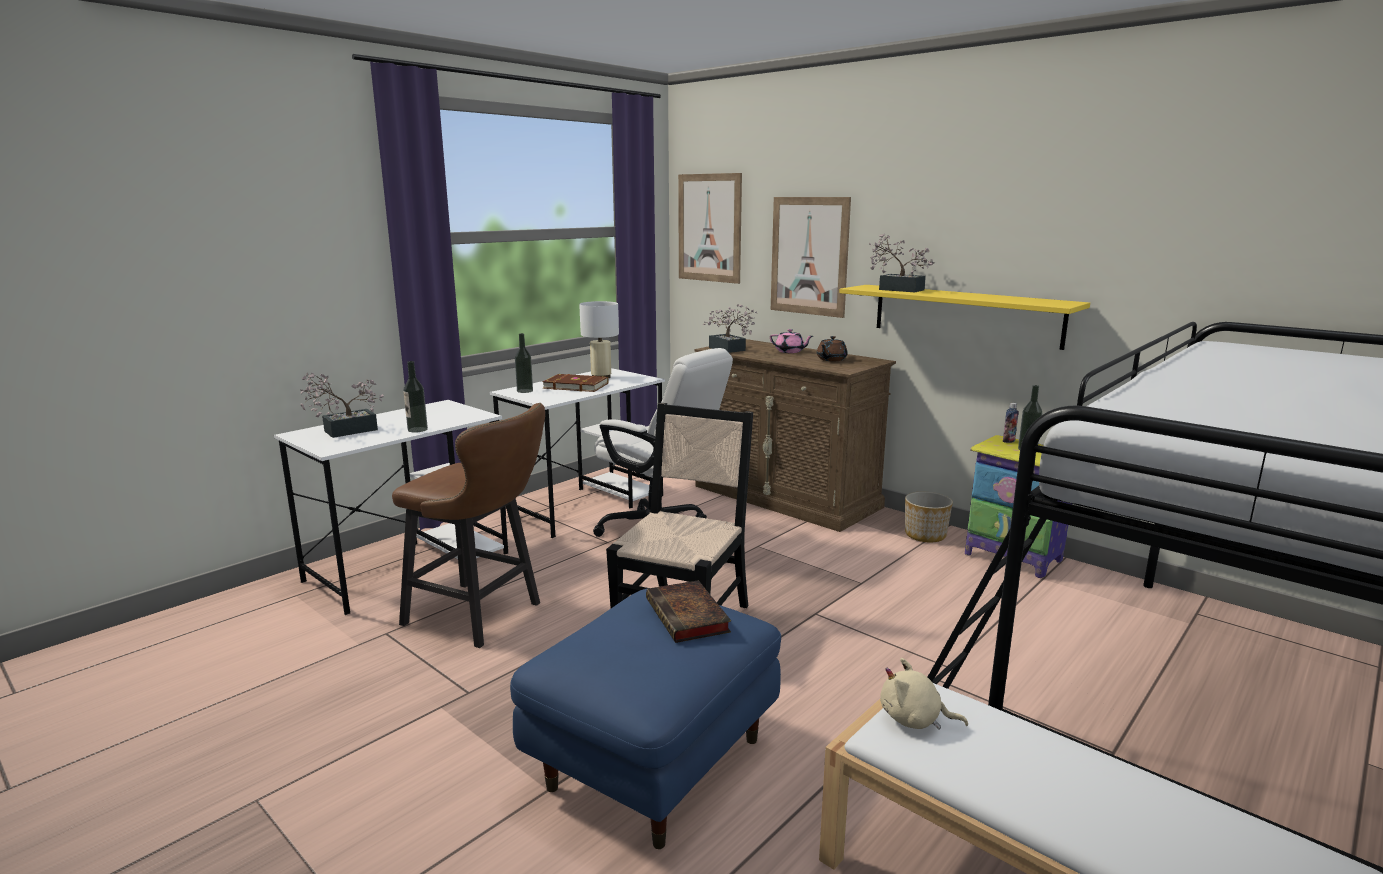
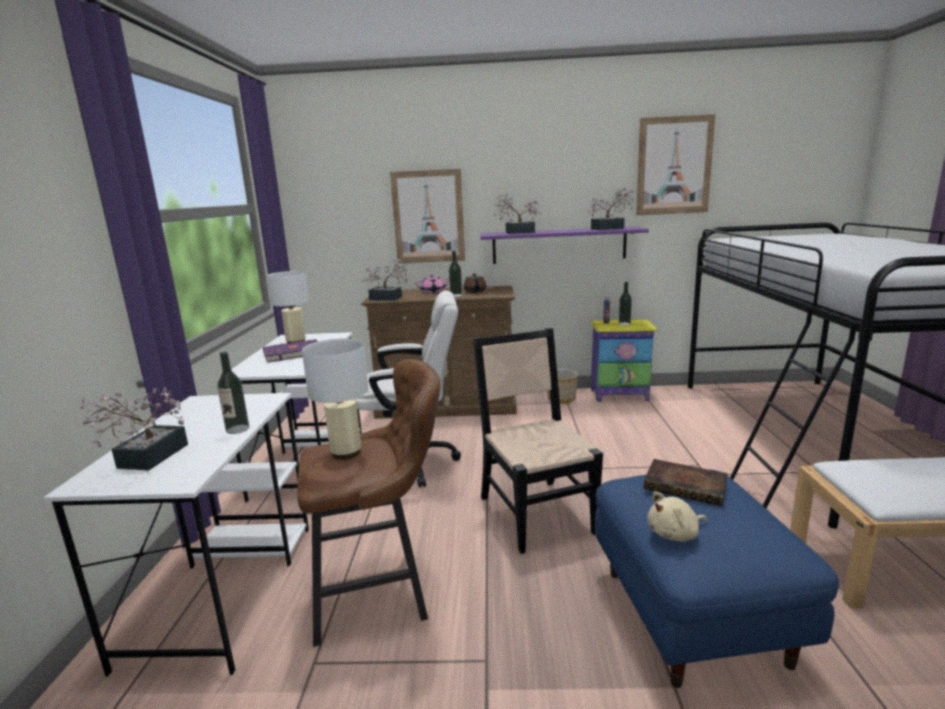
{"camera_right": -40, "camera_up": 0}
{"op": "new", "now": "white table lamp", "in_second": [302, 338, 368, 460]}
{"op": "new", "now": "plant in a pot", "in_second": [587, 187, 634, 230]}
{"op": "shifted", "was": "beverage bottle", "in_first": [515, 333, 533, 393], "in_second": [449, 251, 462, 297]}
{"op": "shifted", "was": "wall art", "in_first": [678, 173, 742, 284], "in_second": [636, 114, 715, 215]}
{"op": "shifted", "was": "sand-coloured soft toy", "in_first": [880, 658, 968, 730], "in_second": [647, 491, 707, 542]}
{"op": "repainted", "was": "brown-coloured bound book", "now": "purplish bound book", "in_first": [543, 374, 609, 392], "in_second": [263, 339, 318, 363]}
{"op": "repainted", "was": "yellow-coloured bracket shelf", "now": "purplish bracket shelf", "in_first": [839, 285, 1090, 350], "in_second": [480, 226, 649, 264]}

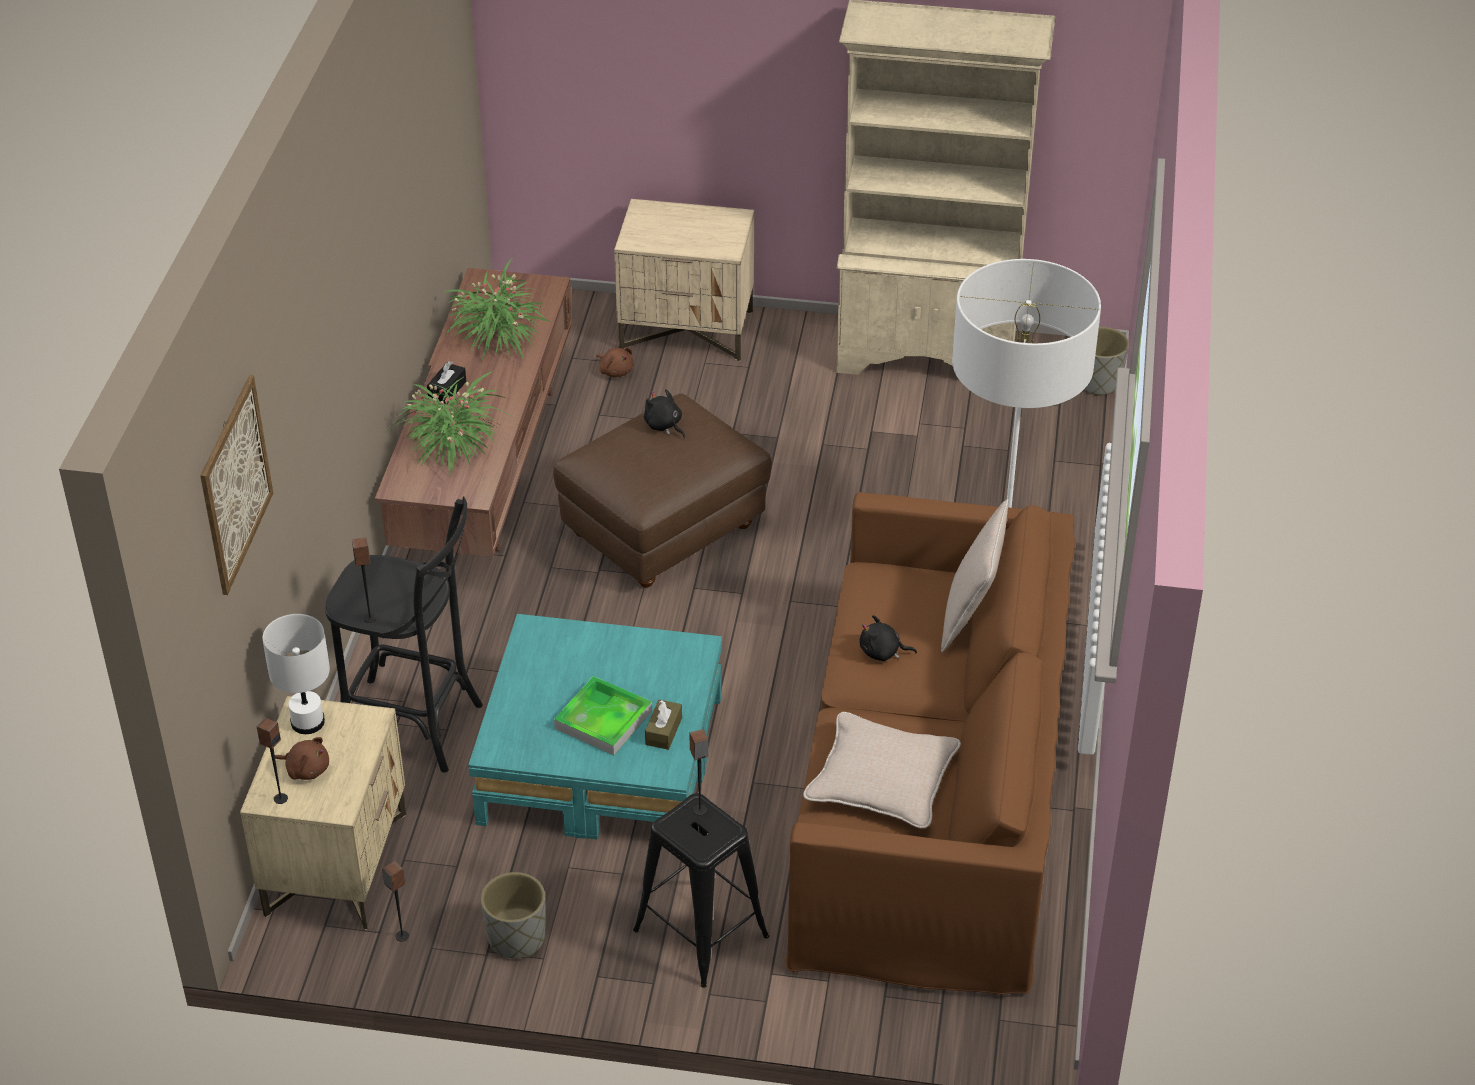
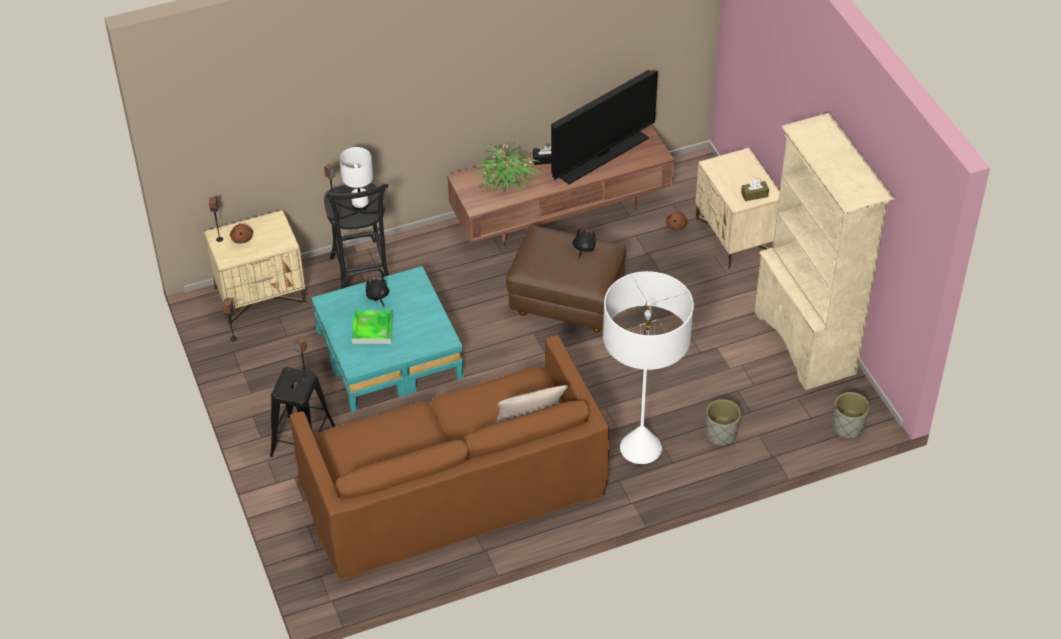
{"camera_right": 60, "camera_up": 5}
{"op": "gone", "was": "wall art", "in_first": [200, 375, 273, 595]}
{"op": "gone", "was": "sand-coloured throw pillow", "in_first": [803, 712, 961, 828]}
{"op": "shifted", "was": "white table lamp", "in_first": [263, 614, 330, 734], "in_second": [340, 147, 373, 210]}
{"op": "shifted", "was": "greyish plant pot", "in_first": [481, 872, 545, 959], "in_second": [706, 399, 741, 446]}
{"op": "shifted", "was": "brown-coloured box of tissues", "in_first": [645, 700, 682, 750], "in_second": [741, 179, 769, 201]}
{"op": "shifted", "was": "black-coloured soft toy", "in_first": [860, 615, 917, 661], "in_second": [366, 275, 389, 308]}
{"op": "swapped", "was": "plant in a pot", "now": "TV", "in_first": [443, 259, 551, 361], "in_second": [551, 70, 658, 184]}

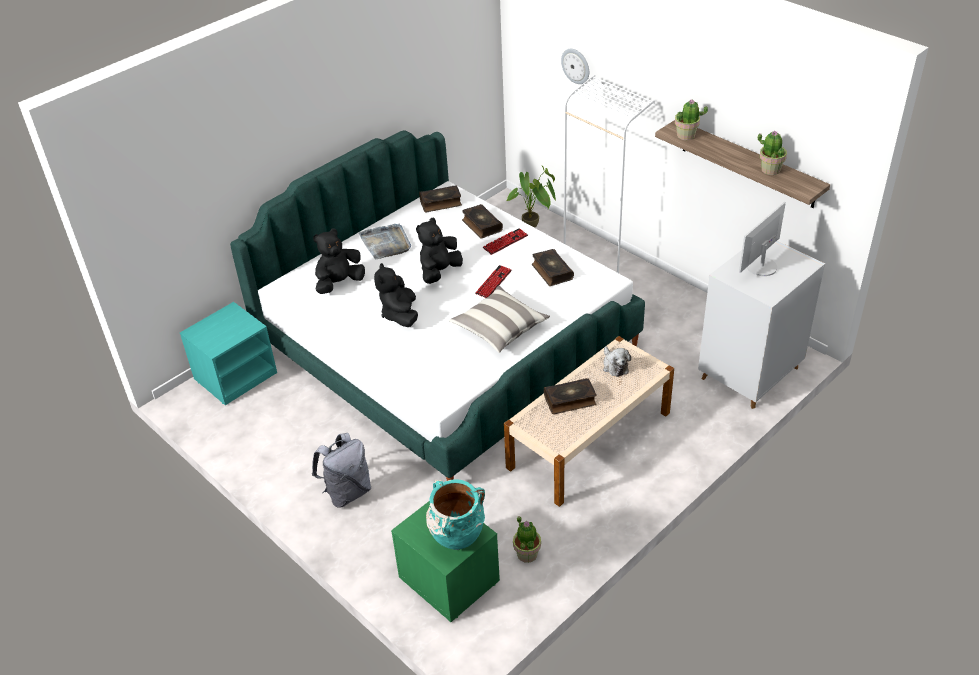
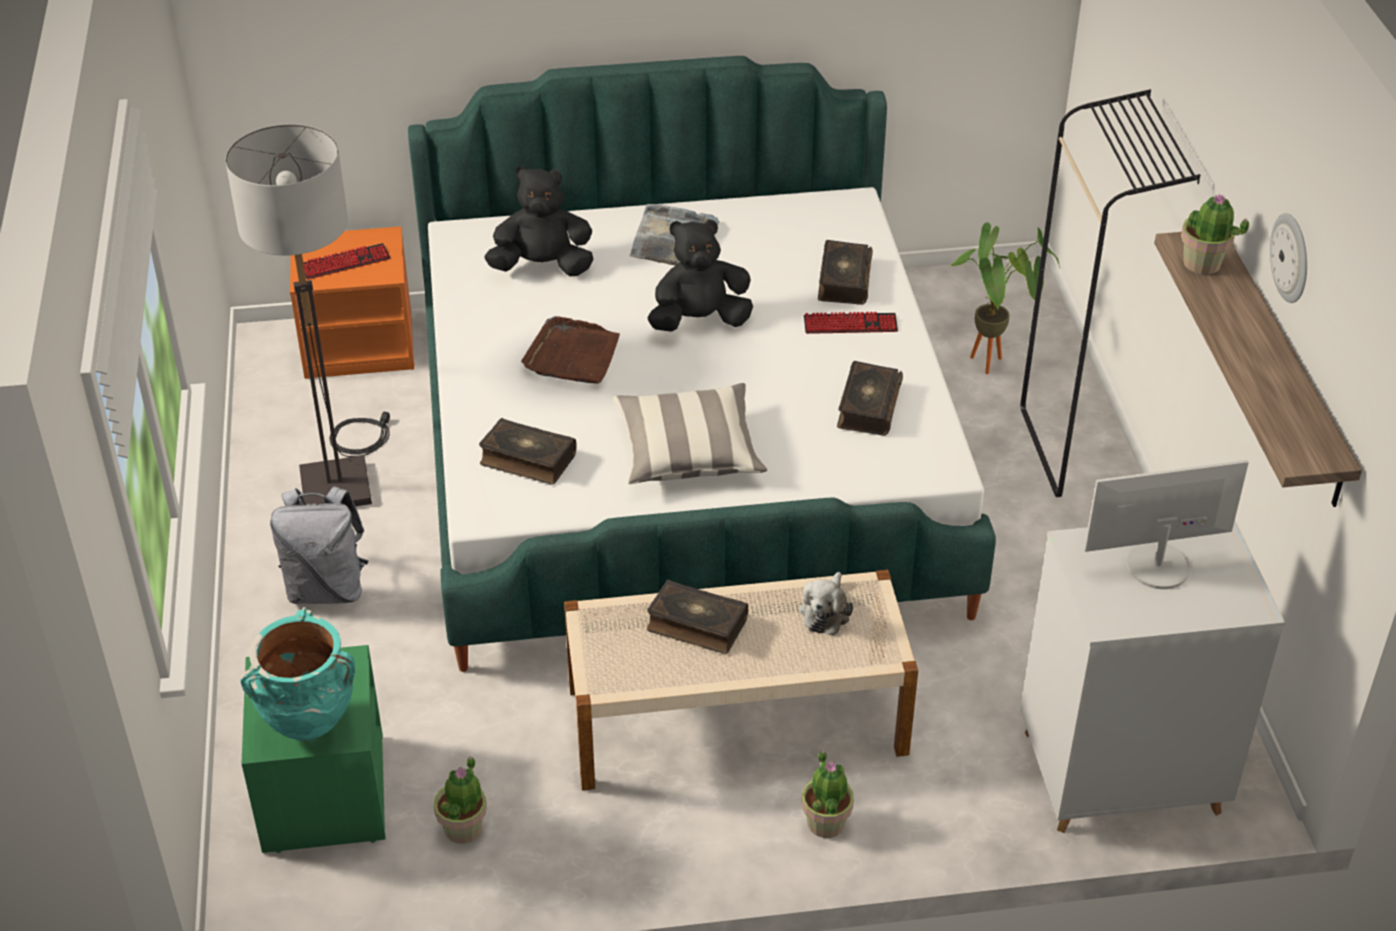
{"camera_right": 35, "camera_up": 0}
{"op": "new", "now": "standard lamp", "in_second": [225, 124, 390, 506]}
{"op": "shifted", "was": "bound book", "in_first": [419, 185, 462, 212], "in_second": [479, 418, 577, 485]}
{"op": "shifted", "was": "keyboard", "in_first": [475, 265, 512, 298], "in_second": [303, 243, 390, 280]}
{"op": "shifted", "was": "clock on the wall", "in_first": [561, 49, 589, 84], "in_second": [1270, 213, 1307, 303]}
{"op": "shifted", "was": "plant in a pot", "in_first": [758, 130, 787, 175], "in_second": [802, 750, 854, 838]}
{"op": "swapped", "was": "black-coloured soft toy", "now": "brown-coloured tray", "in_first": [374, 263, 418, 327], "in_second": [521, 316, 620, 384]}
{"op": "repainted", "was": "turquoise bedside table", "now": "orange-coloured bedside table", "in_first": [180, 302, 277, 406], "in_second": [290, 226, 415, 379]}
{"op": "repainted", "was": "white garment stand", "now": "black-coloured garment stand", "in_first": [564, 75, 655, 273], "in_second": [1021, 89, 1200, 497]}

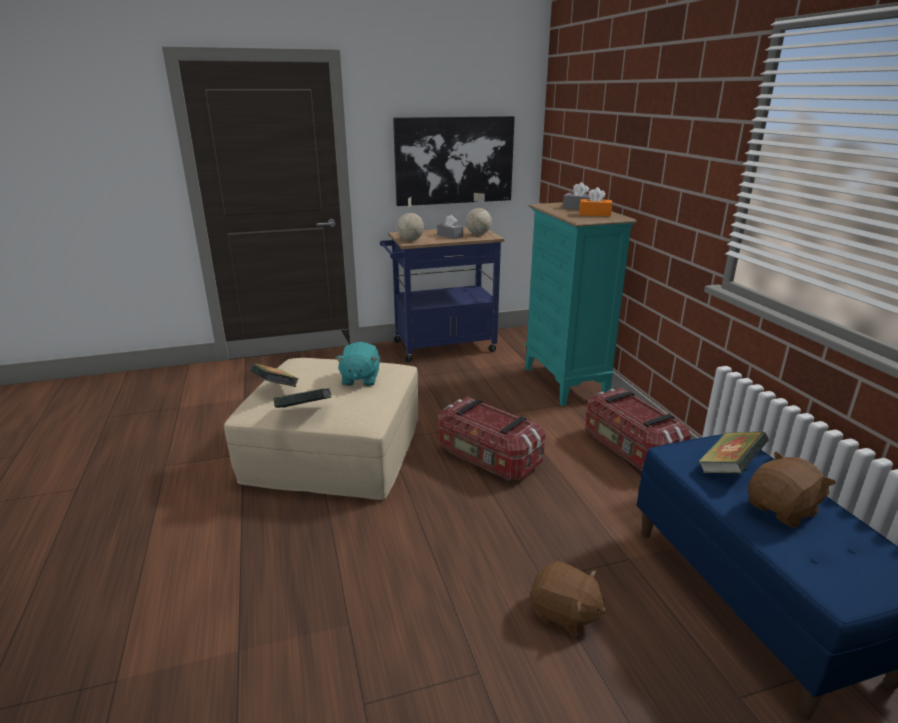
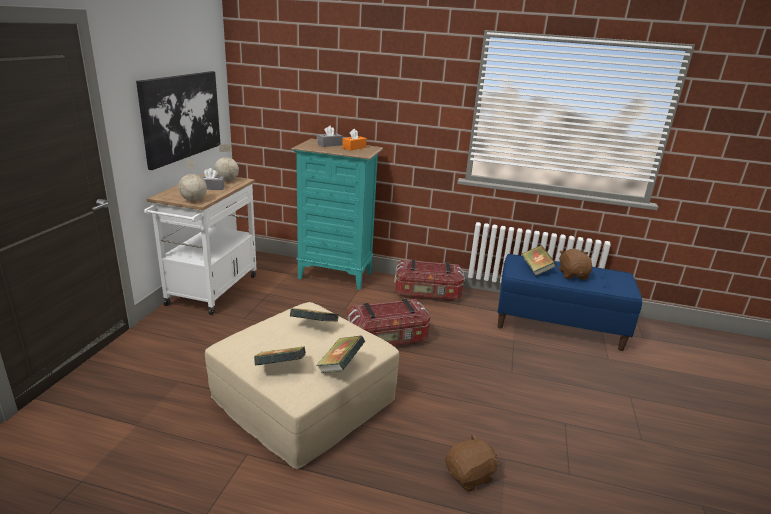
{"camera_right": -60, "camera_up": 0}
{"op": "shifted", "was": "brown-coloured soft toy", "in_first": [531, 561, 606, 636], "in_second": [445, 434, 499, 492]}
{"op": "swapped", "was": "turquoise soft toy", "now": "bound book", "in_first": [335, 342, 380, 386], "in_second": [290, 308, 339, 321]}
{"op": "repainted", "was": "blue cart", "now": "white cart", "in_first": [380, 227, 504, 362], "in_second": [144, 174, 256, 315]}

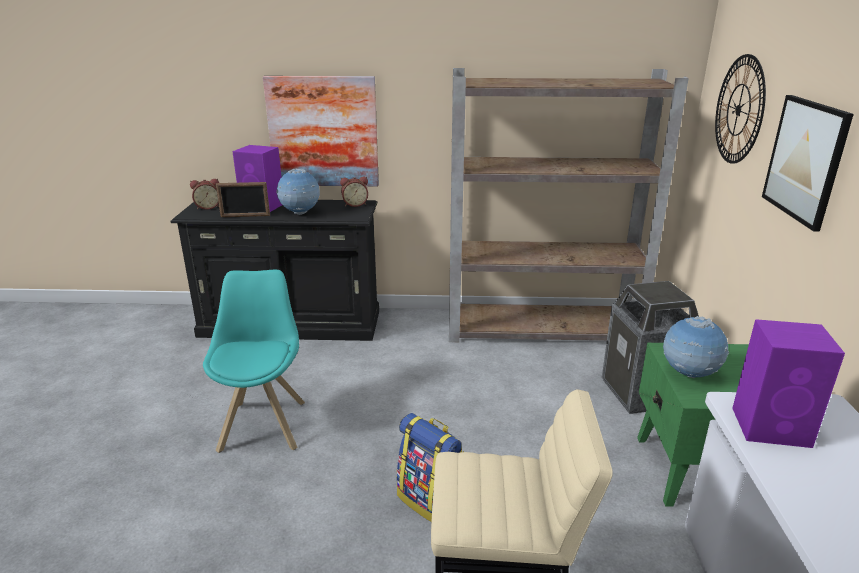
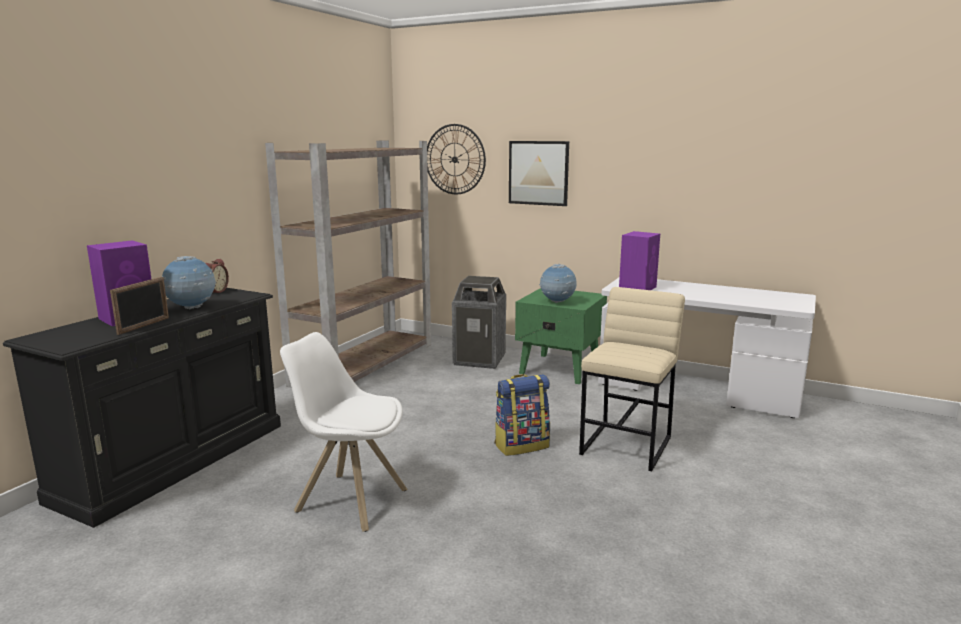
{"camera_right": -65, "camera_up": -10}
{"op": "gone", "was": "table clock", "in_first": [190, 179, 219, 210]}
{"op": "gone", "was": "wall art", "in_first": [263, 76, 379, 186]}
{"op": "repainted", "was": "turquoise chair", "now": "white chair", "in_first": [203, 270, 305, 453], "in_second": [280, 332, 408, 532]}

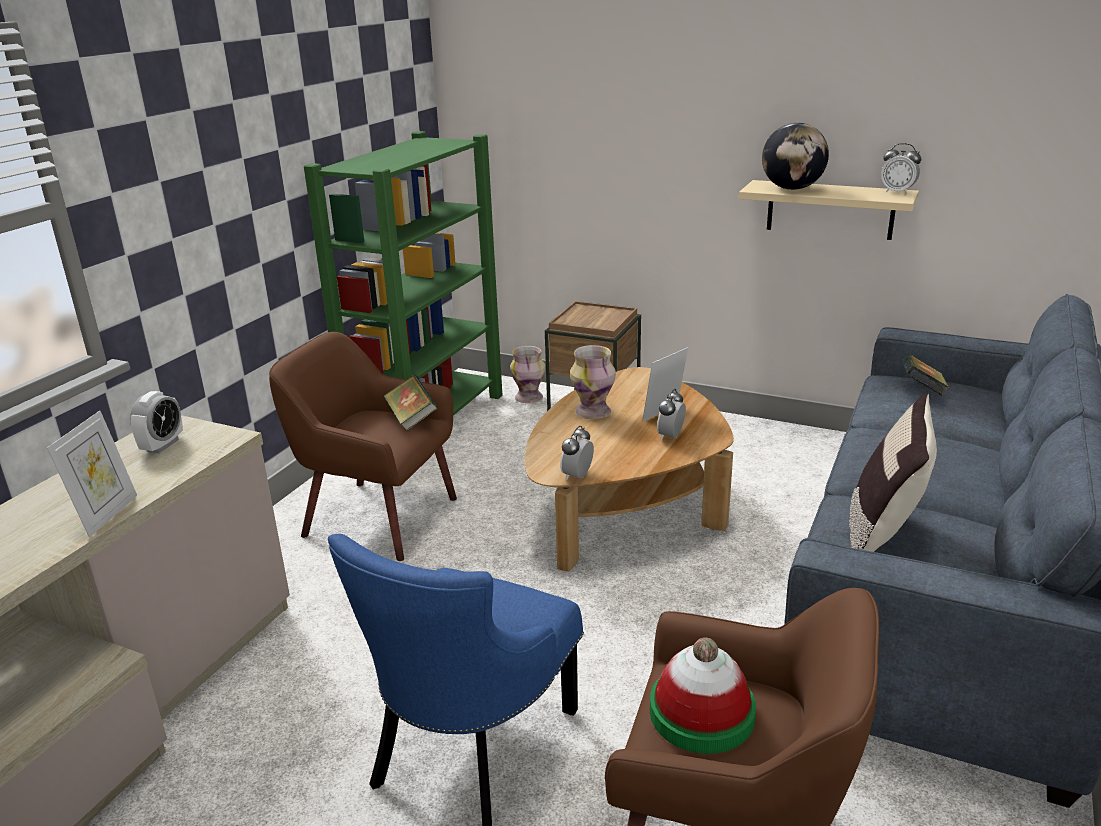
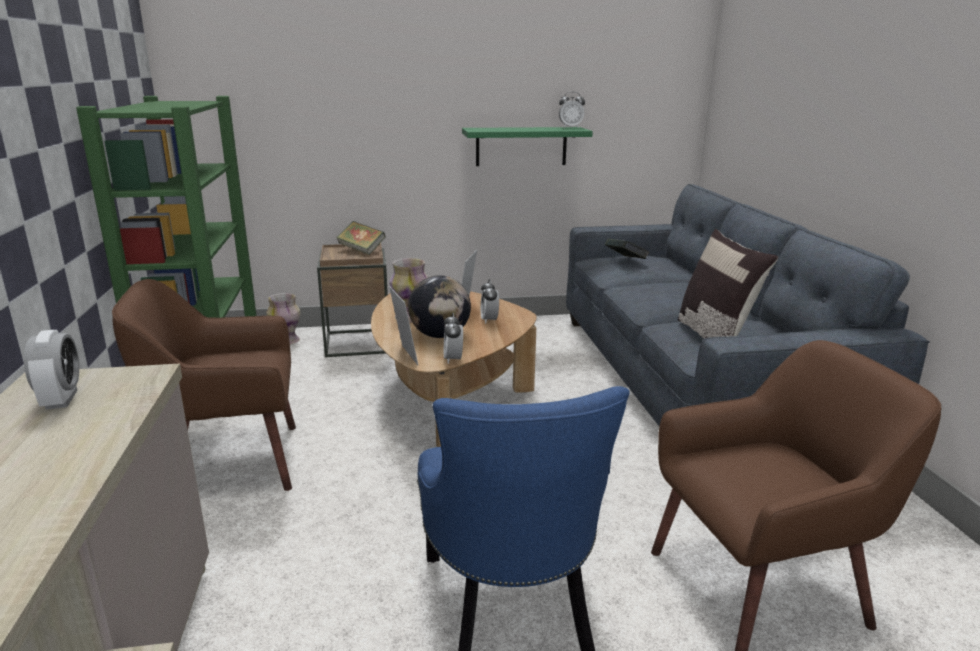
{"camera_right": -35, "camera_up": -5}
{"op": "gone", "was": "wearable hat", "in_first": [650, 637, 756, 754]}
{"op": "shifted", "was": "picture frame", "in_first": [47, 411, 137, 538], "in_second": [389, 286, 418, 365]}
{"op": "shifted", "was": "bound book", "in_first": [384, 375, 438, 431], "in_second": [337, 221, 386, 255]}
{"op": "shifted", "was": "globe", "in_first": [762, 123, 829, 190], "in_second": [408, 275, 471, 338]}
{"op": "repainted", "was": "sand-coloured bracket shelf", "now": "greenish bracket shelf", "in_first": [739, 180, 919, 240], "in_second": [462, 127, 593, 166]}

